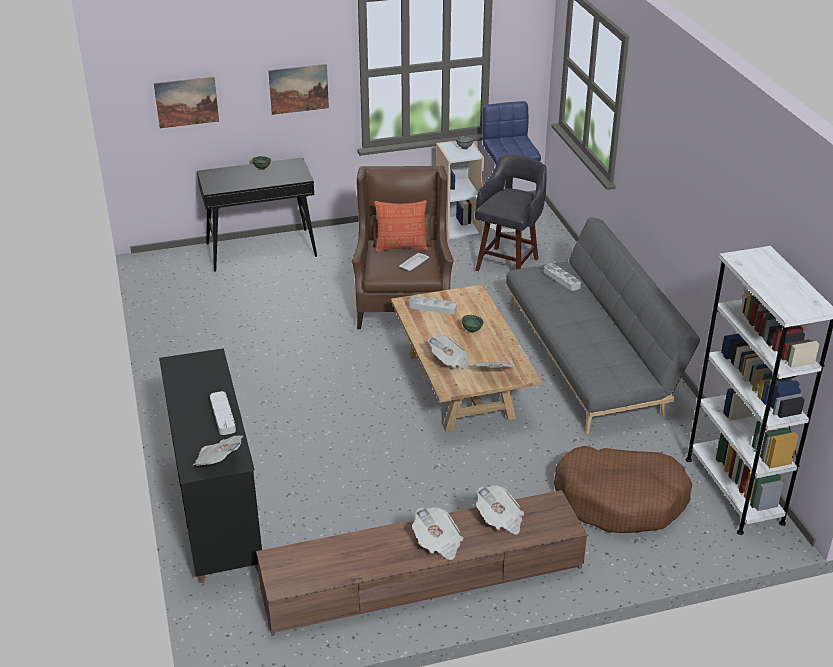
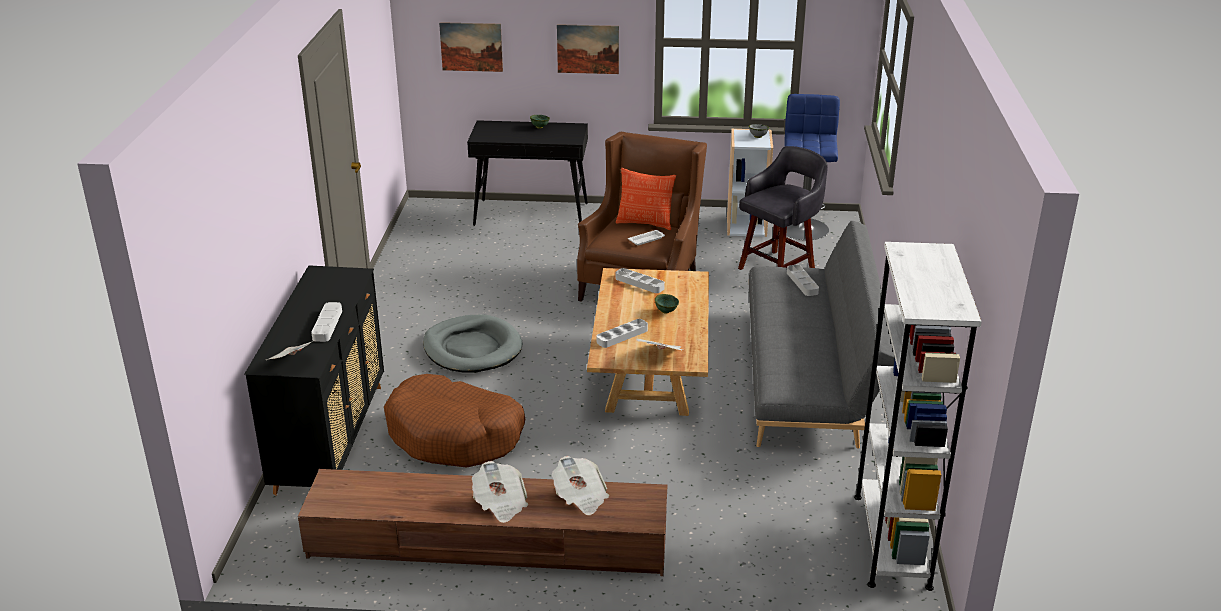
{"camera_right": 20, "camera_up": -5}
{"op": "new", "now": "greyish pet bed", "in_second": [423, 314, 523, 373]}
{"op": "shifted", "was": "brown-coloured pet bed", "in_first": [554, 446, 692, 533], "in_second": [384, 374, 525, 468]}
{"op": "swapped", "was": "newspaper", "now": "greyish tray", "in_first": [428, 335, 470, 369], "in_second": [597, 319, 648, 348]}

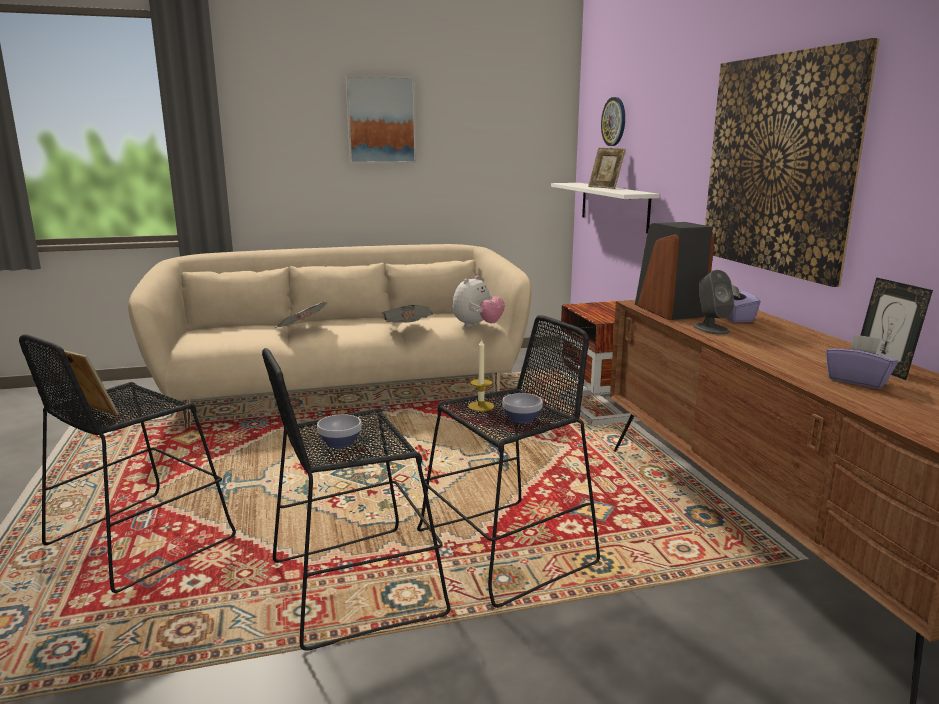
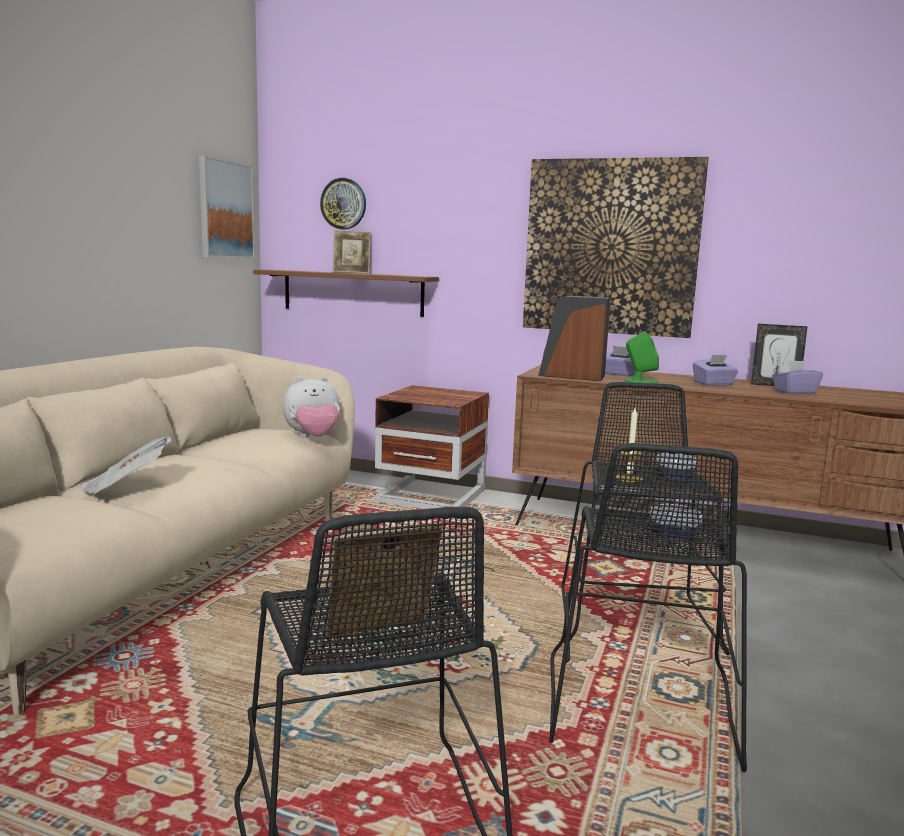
{"camera_right": -55, "camera_up": -5}
{"op": "gone", "was": "newspaper", "in_first": [382, 305, 433, 323]}
{"op": "new", "now": "purplish box of tissues", "in_second": [693, 355, 739, 386]}
{"op": "shifted", "was": "wall art", "in_first": [346, 75, 416, 163], "in_second": [199, 156, 255, 259]}
{"op": "repainted", "was": "white bracket shelf", "now": "brown-coloured bracket shelf", "in_first": [551, 183, 659, 233], "in_second": [253, 270, 439, 317]}
{"op": "repainted", "was": "greyish loudspeaker", "now": "greenish loudspeaker", "in_first": [693, 270, 735, 335], "in_second": [624, 331, 659, 384]}
{"op": "rotated", "was": "soft toy", "in_first": [452, 275, 505, 328], "in_second": [282, 376, 340, 437], "clockwise": 90}

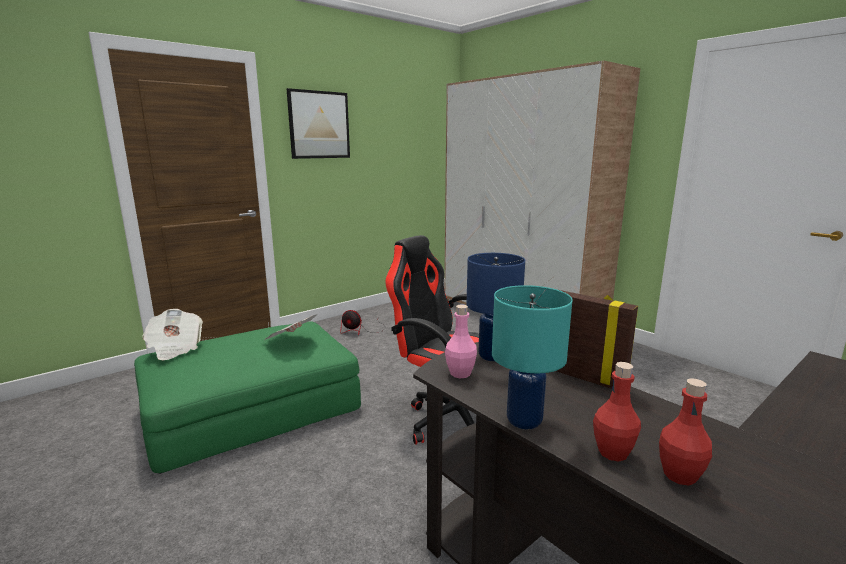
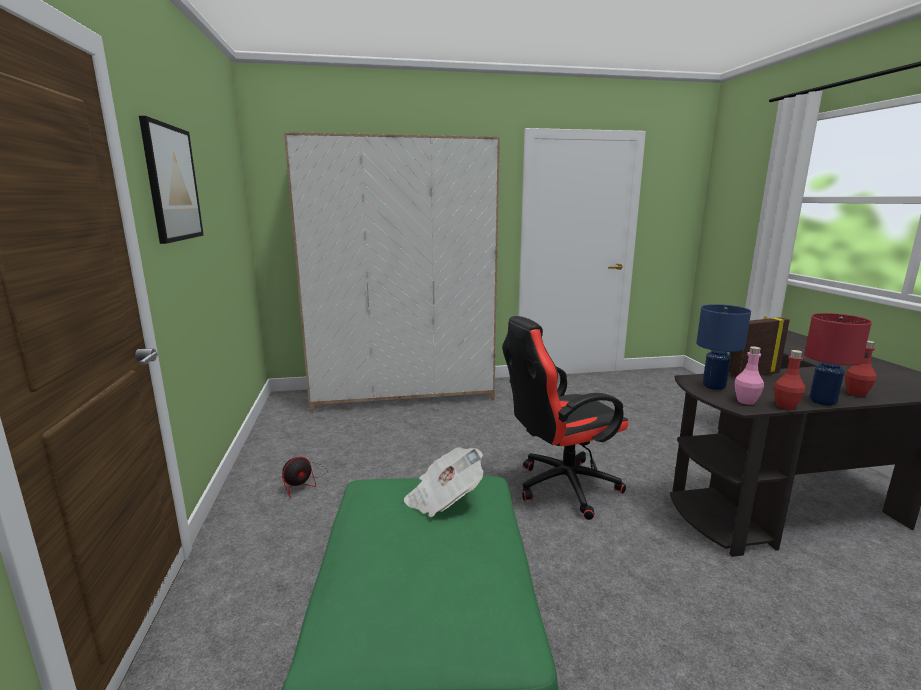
{"camera_right": -60, "camera_up": 0}
{"op": "gone", "was": "newspaper", "in_first": [142, 309, 203, 360]}
{"op": "shifted", "was": "reddish beverage bottle", "in_first": [659, 378, 712, 485], "in_second": [774, 350, 805, 410]}
{"op": "repainted", "was": "turquoise table lamp", "now": "reddish table lamp", "in_first": [492, 285, 572, 430], "in_second": [804, 313, 872, 406]}

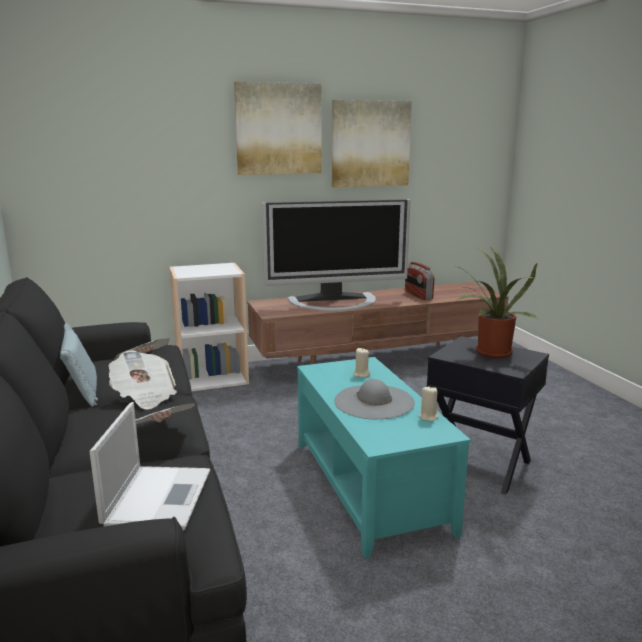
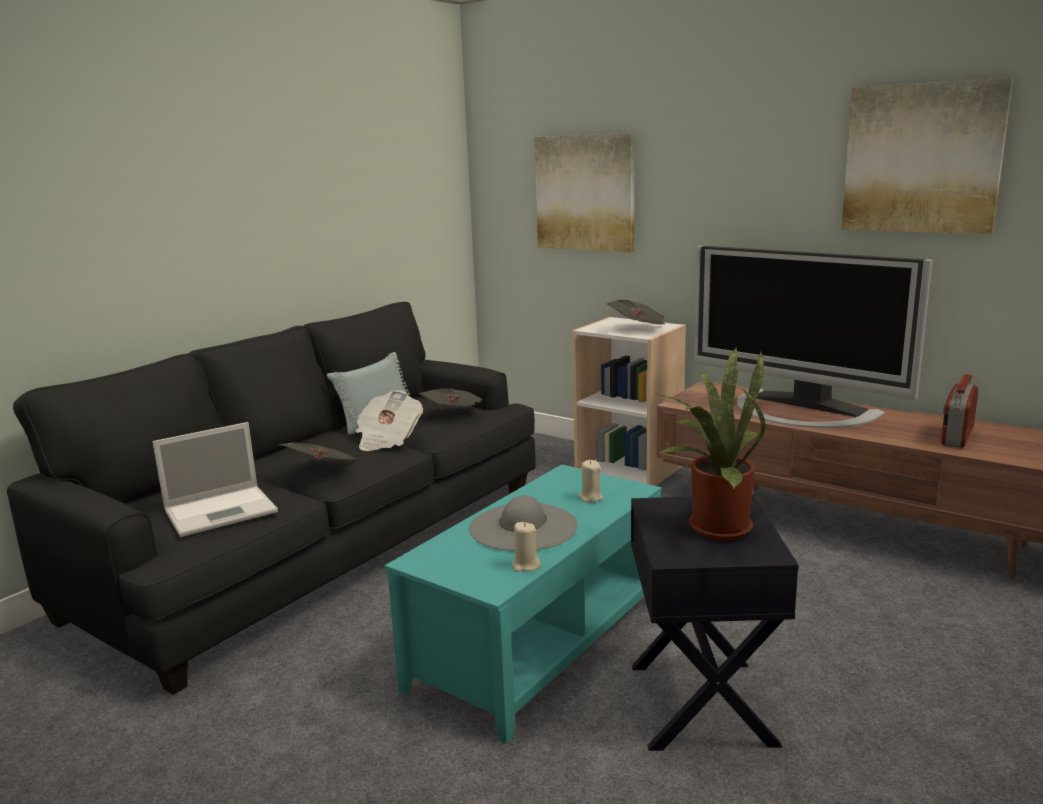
{"camera_right": 55, "camera_up": 0}
{"op": "new", "now": "newspaper", "in_second": [607, 300, 666, 324]}
{"op": "shifted", "was": "wall art", "in_first": [234, 81, 322, 175], "in_second": [535, 133, 634, 252]}

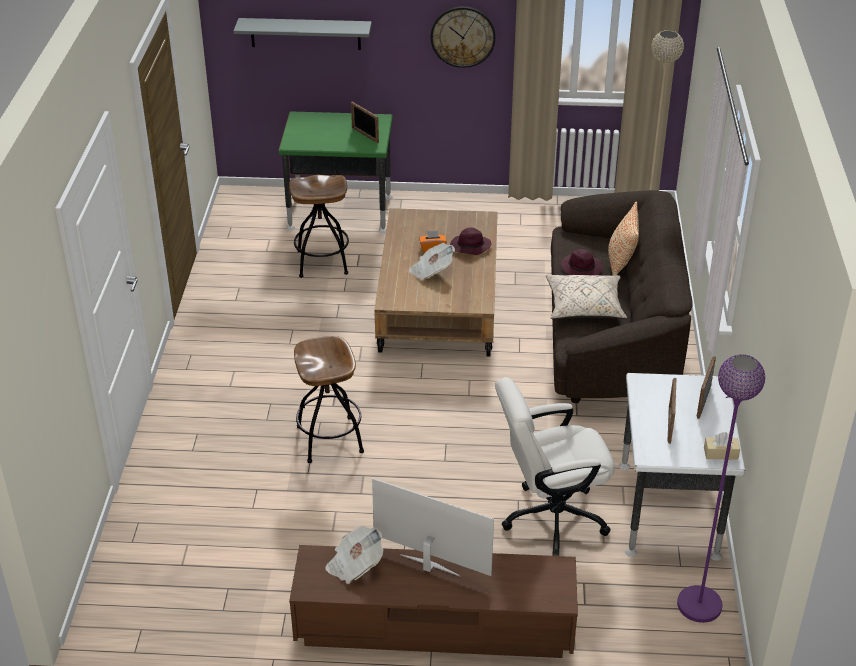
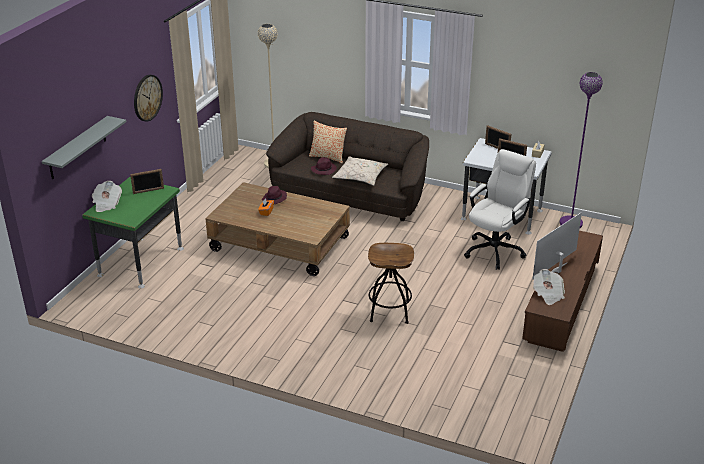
{"camera_right": -70, "camera_up": -5}
{"op": "gone", "was": "brown-coloured stool seat", "in_first": [289, 175, 349, 278]}
{"op": "shifted", "was": "newspaper", "in_first": [409, 243, 455, 281], "in_second": [92, 181, 122, 212]}
{"op": "rotated", "was": "white computer chair", "in_first": [495, 377, 614, 556], "in_second": [464, 149, 536, 270], "clockwise": -150}

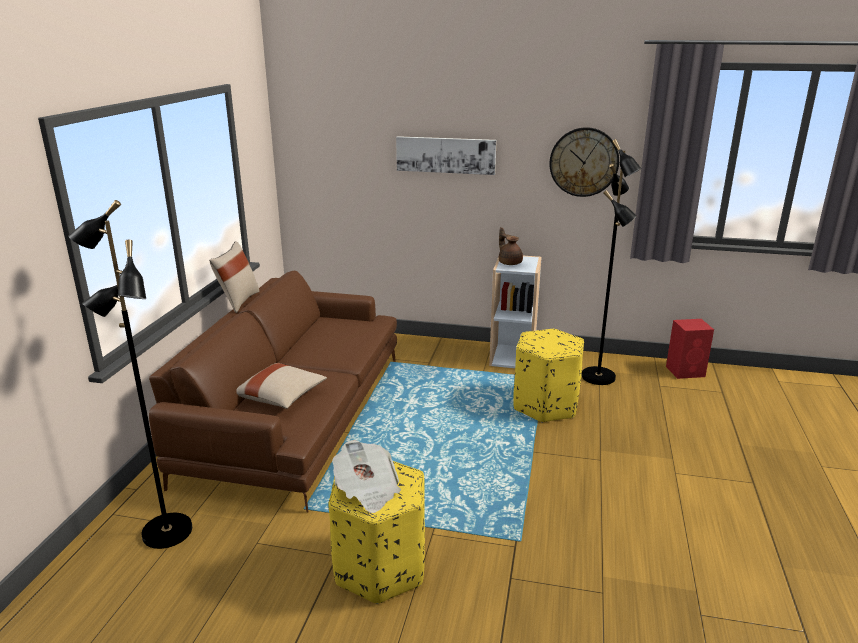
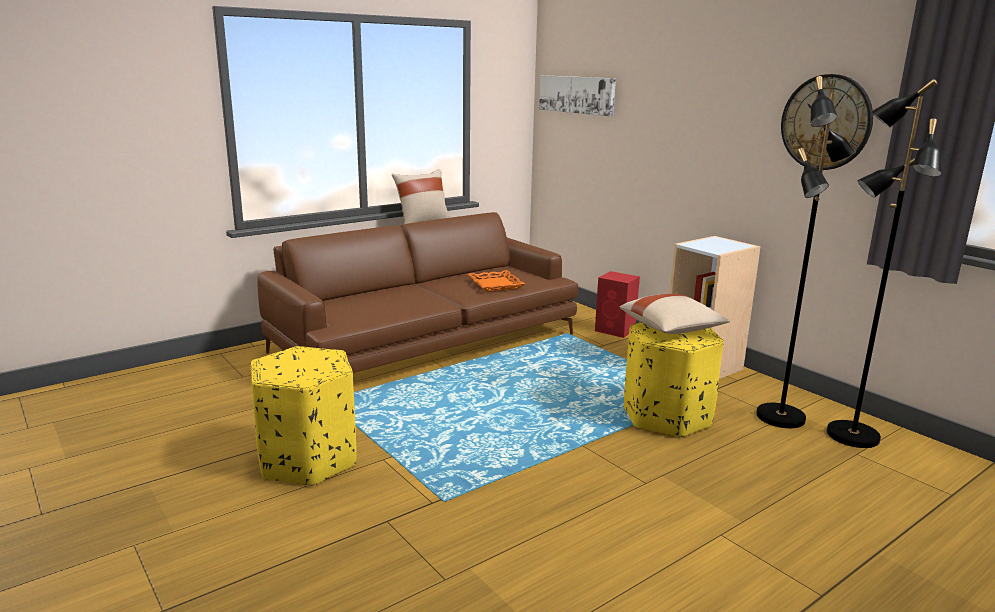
{"camera_right": 40, "camera_up": -5}
{"op": "gone", "was": "newspaper", "in_first": [332, 440, 401, 513]}
{"op": "gone", "was": "brown-coloured pot for tea", "in_first": [499, 227, 523, 265]}
{"op": "new", "now": "orange-coloured tray", "in_second": [468, 270, 525, 292]}
{"op": "shifted", "was": "black-coloured standard lamp", "in_first": [68, 200, 192, 549], "in_second": [827, 79, 942, 448]}
{"op": "shifted", "was": "sand-coloured throw pillow", "in_first": [236, 363, 327, 409], "in_second": [620, 293, 730, 334]}
{"op": "shifted", "was": "wall art", "in_first": [396, 136, 497, 175], "in_second": [539, 75, 616, 116]}
{"op": "shifted", "was": "reddish loudspeaker", "in_first": [666, 319, 714, 379], "in_second": [595, 271, 640, 338]}

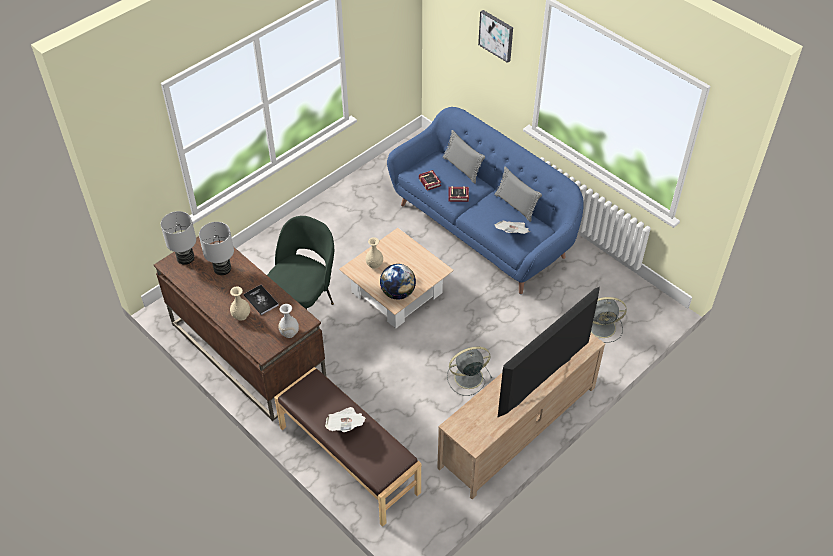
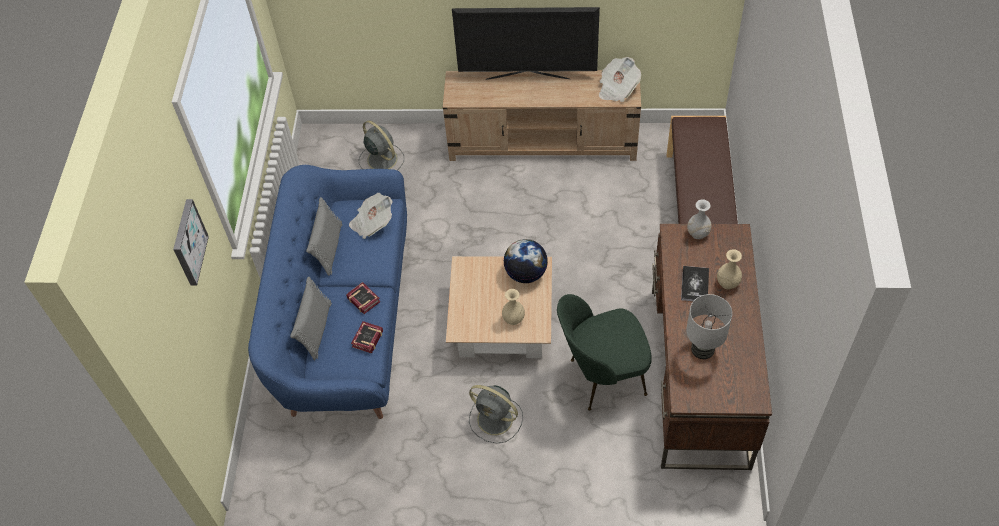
{"camera_right": -130, "camera_up": 5}
{"op": "gone", "was": "greyish table lamp", "in_first": [161, 211, 196, 265]}
{"op": "shifted", "was": "newspaper", "in_first": [325, 407, 366, 432], "in_second": [599, 57, 641, 102]}
{"op": "shifted", "was": "greyish electric fan", "in_first": [447, 347, 492, 396], "in_second": [469, 385, 523, 443]}

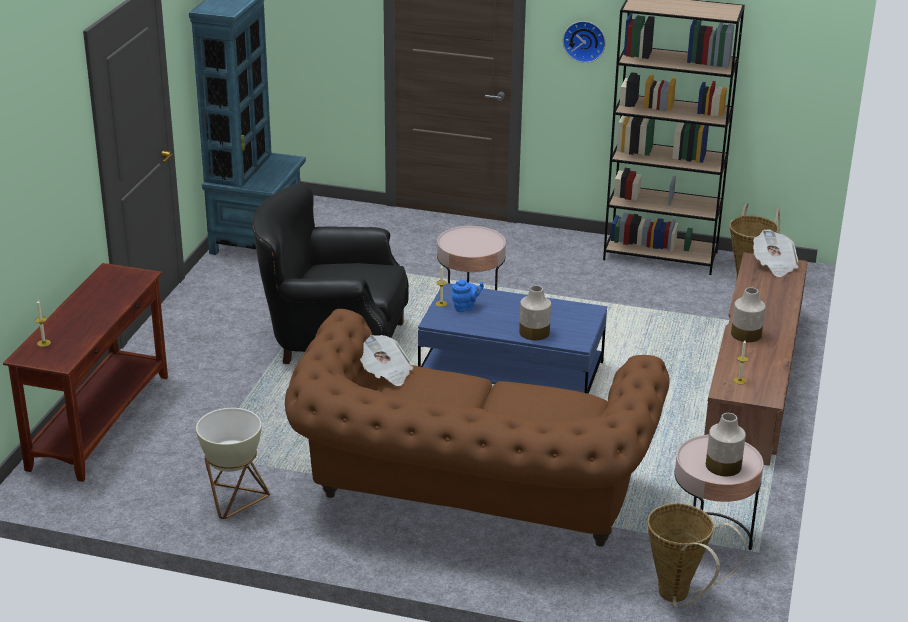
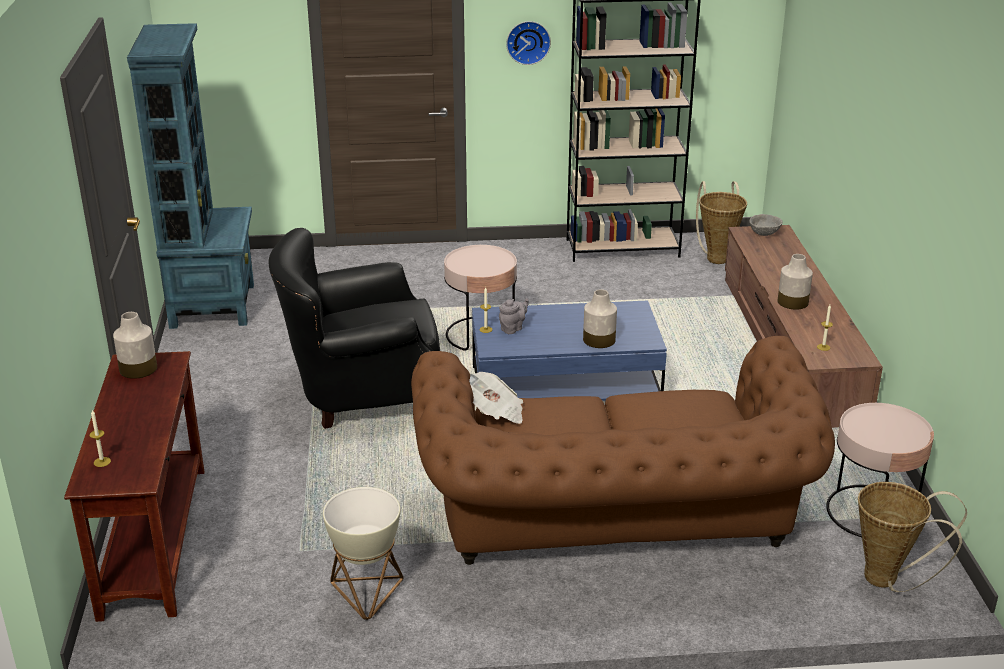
{"camera_right": -20, "camera_up": 0}
{"op": "shifted", "was": "sand-coloured decorative vase", "in_first": [706, 413, 746, 476], "in_second": [113, 312, 157, 379]}
{"op": "swapped", "was": "newspaper", "now": "greyish bowl", "in_first": [753, 229, 799, 277], "in_second": [749, 214, 783, 236]}
{"op": "repainted", "was": "blue pot for tea", "now": "greyish pot for tea", "in_first": [452, 280, 484, 312], "in_second": [499, 298, 529, 334]}

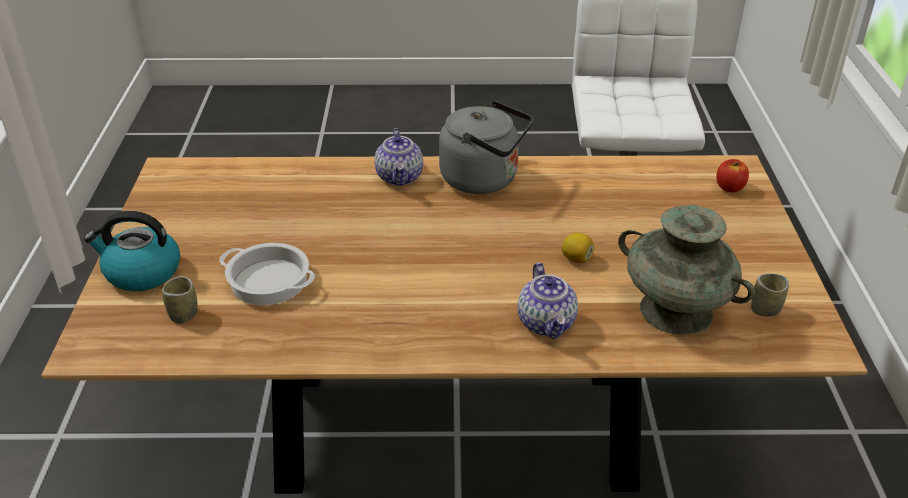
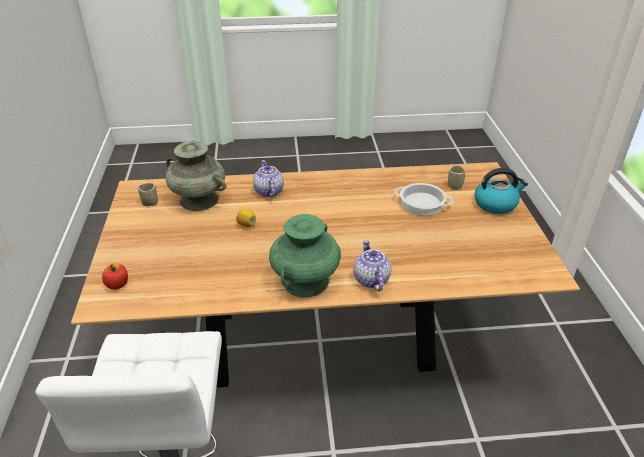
{"camera_right": 175, "camera_up": 0}
{"op": "swapped", "was": "greyish water kettle", "now": "greenish decorative vase", "in_first": [439, 101, 533, 194], "in_second": [269, 214, 341, 297]}

